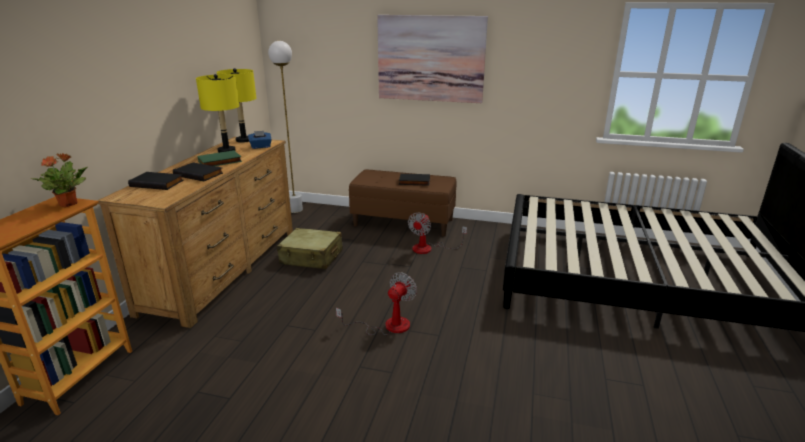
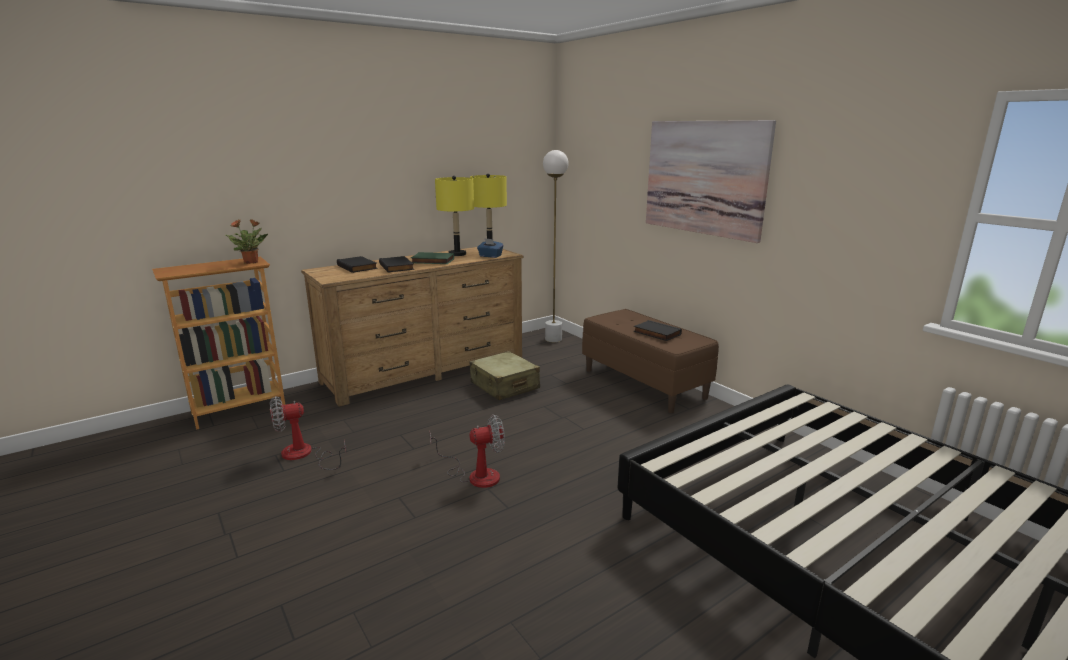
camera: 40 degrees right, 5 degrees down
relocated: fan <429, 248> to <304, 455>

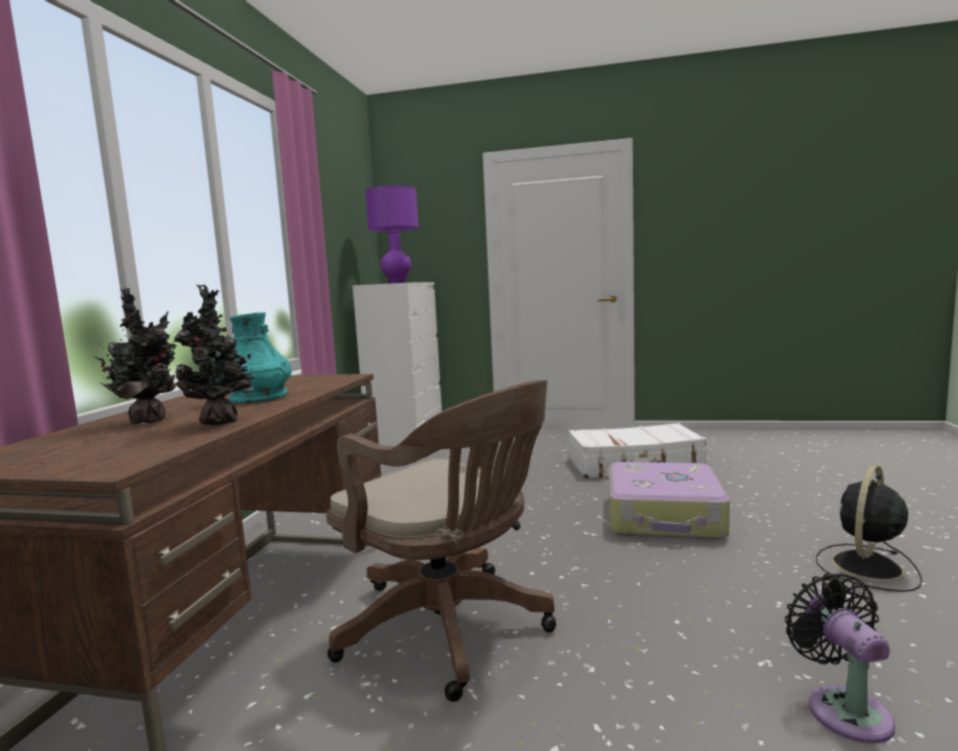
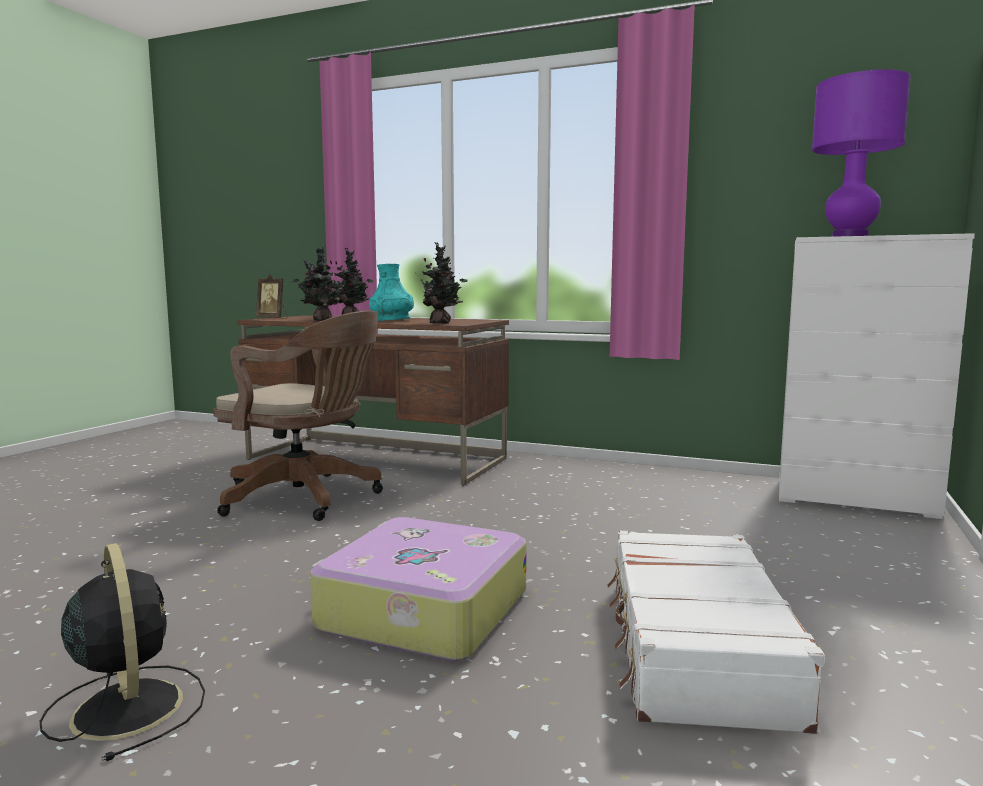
camera: 100 degrees right, 0 degrees up
missing: blackish fan <844, 708>
appeared: standing frame <273, 318>; potted plant <442, 323>
spun: brown-coloured computer chair <451, 630> = <306, 498> 120 degrees counterclockwise

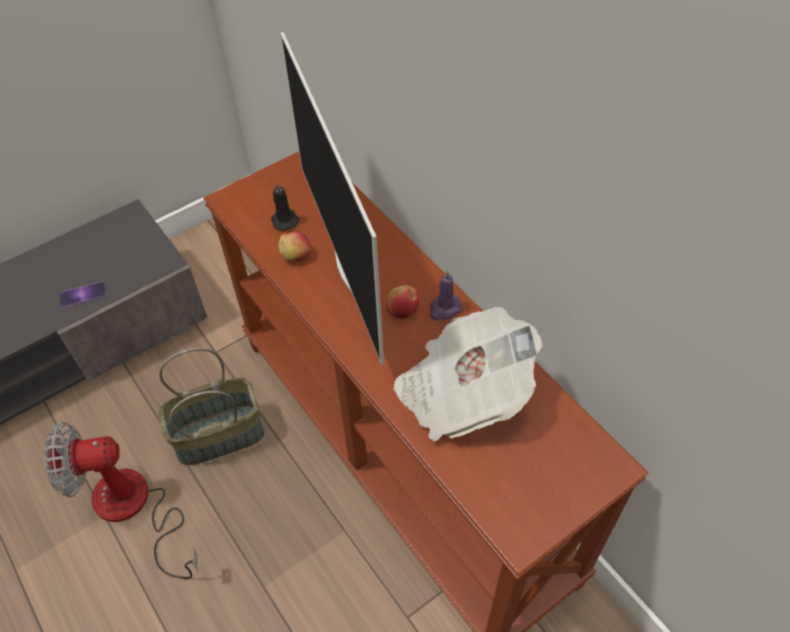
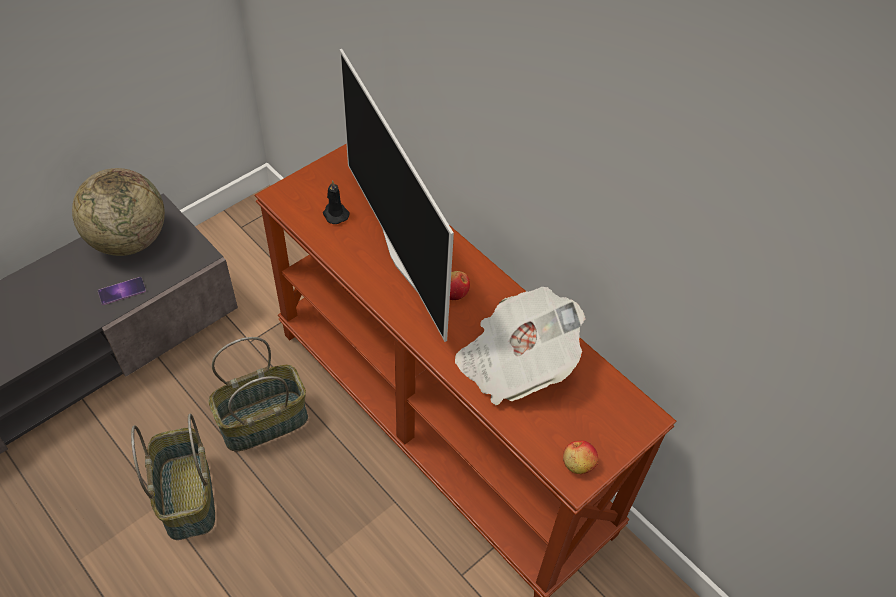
camera: 10 degrees left, 0 degrees up
missing: purple-coloured candle <444, 309>
appeared: desk globe <129, 240>
relocated: apple <295, 255> to <578, 464>
exchanged: fan <134, 509> to basket <189, 496>

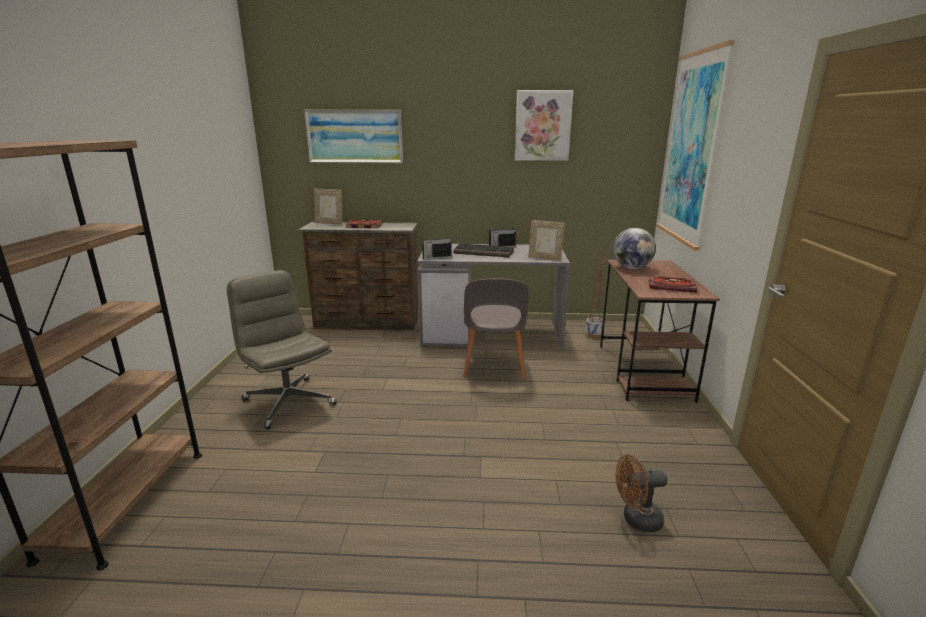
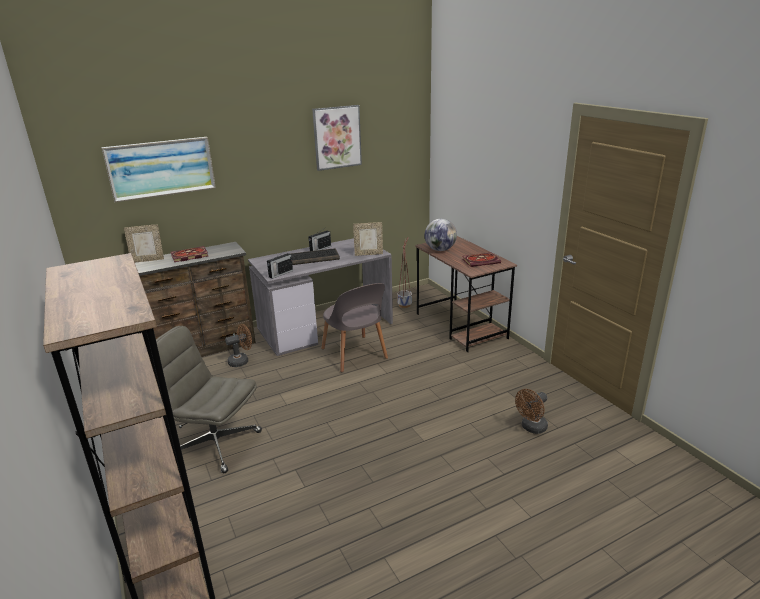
camera: 30 degrees left, 5 degrees up
missing: wall picture <691, 149>
appeared: brown-coloured fan <241, 361>

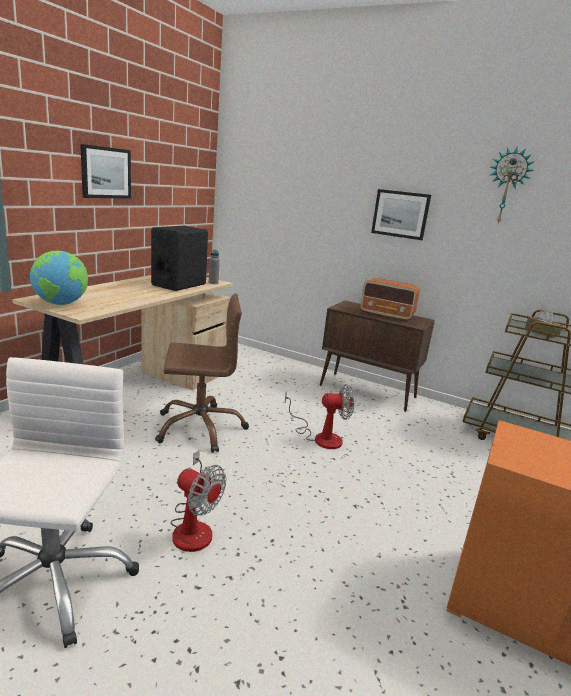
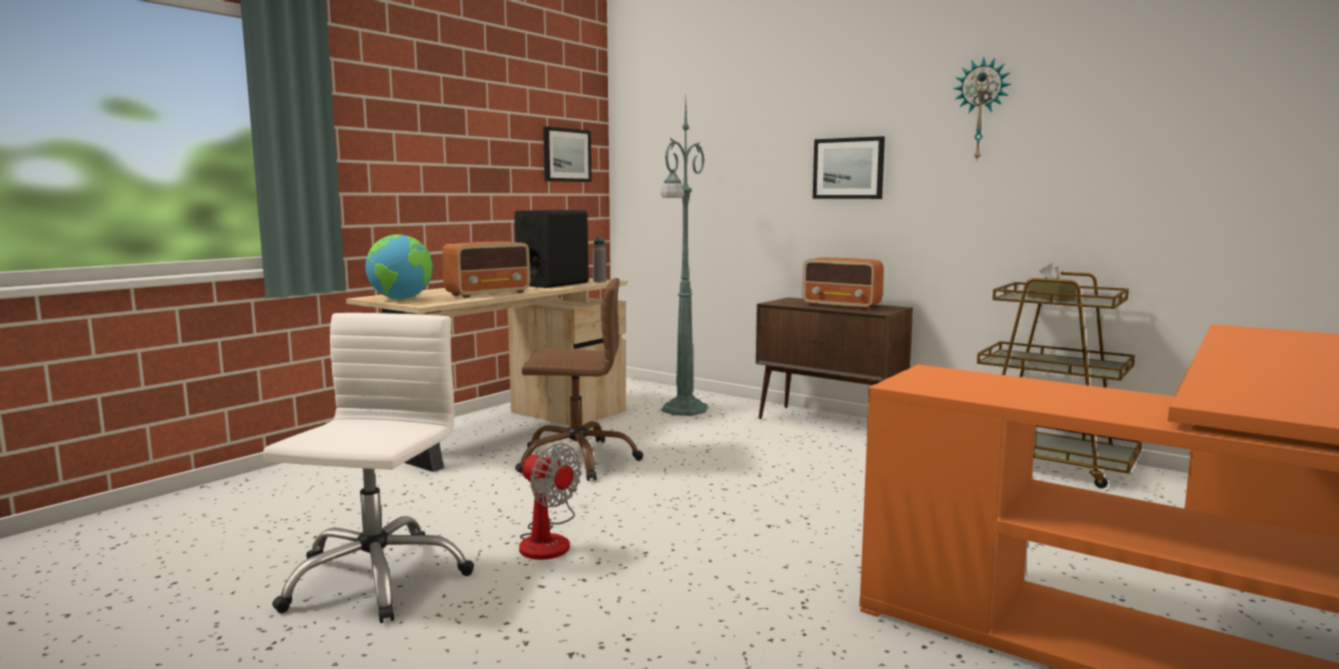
camera: 10 degrees right, 10 degrees down
missing: fan <320, 436>
appeared: radio receiver <489, 293>; green-coloured standing lamp <683, 410>
relocated: wall picture <105, 172> to <566, 155>

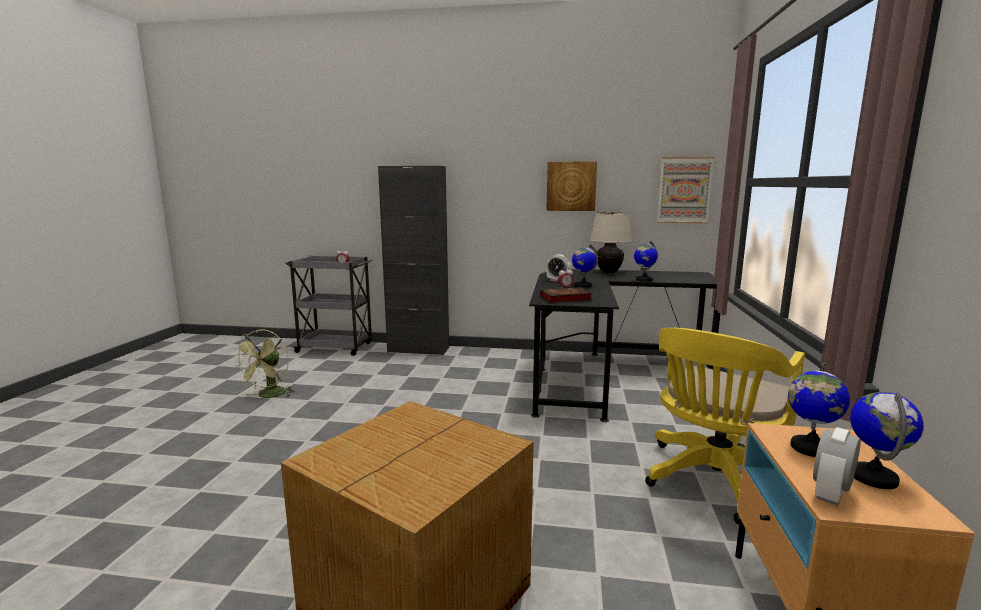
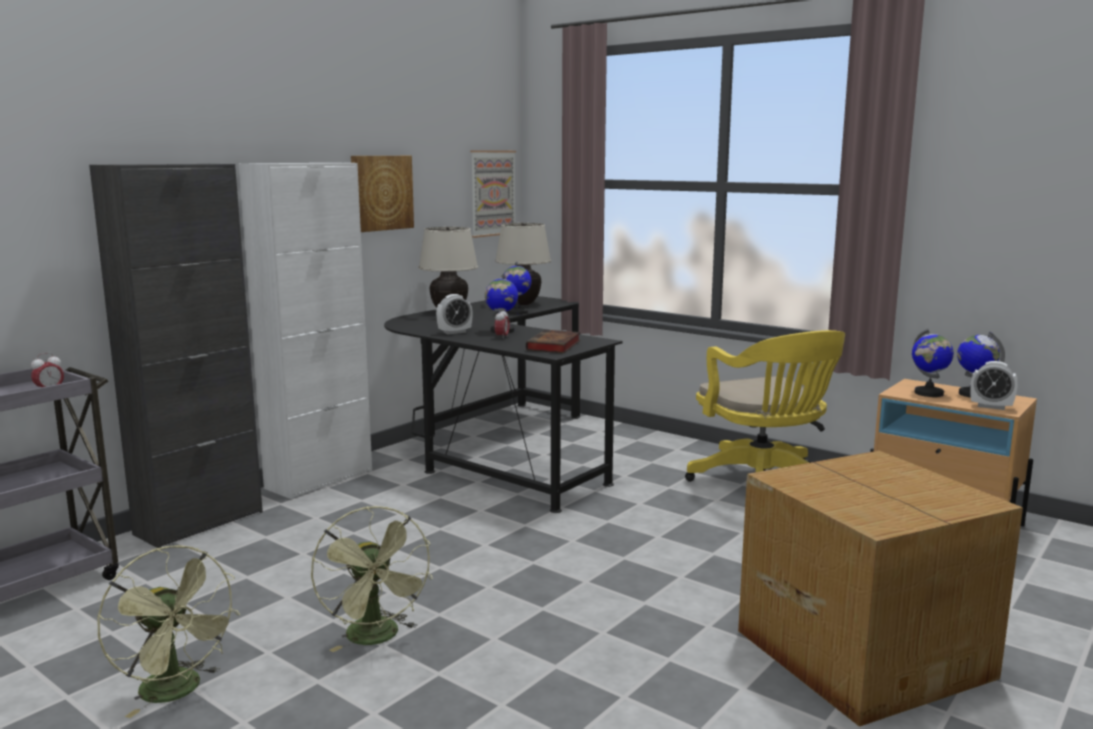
camera: 60 degrees left, 0 degrees up
appeared: white-coloured cabinet <319, 479>; green-coloured fan <377, 638>; beige-coloured lamp for a table <523, 304>
spun: table clock <831, 494> = <991, 407> 45 degrees counterclockwise

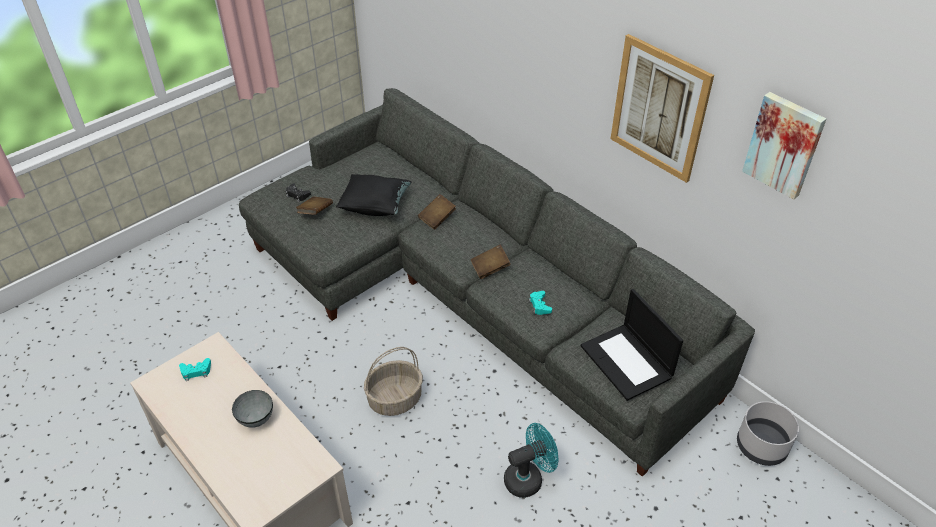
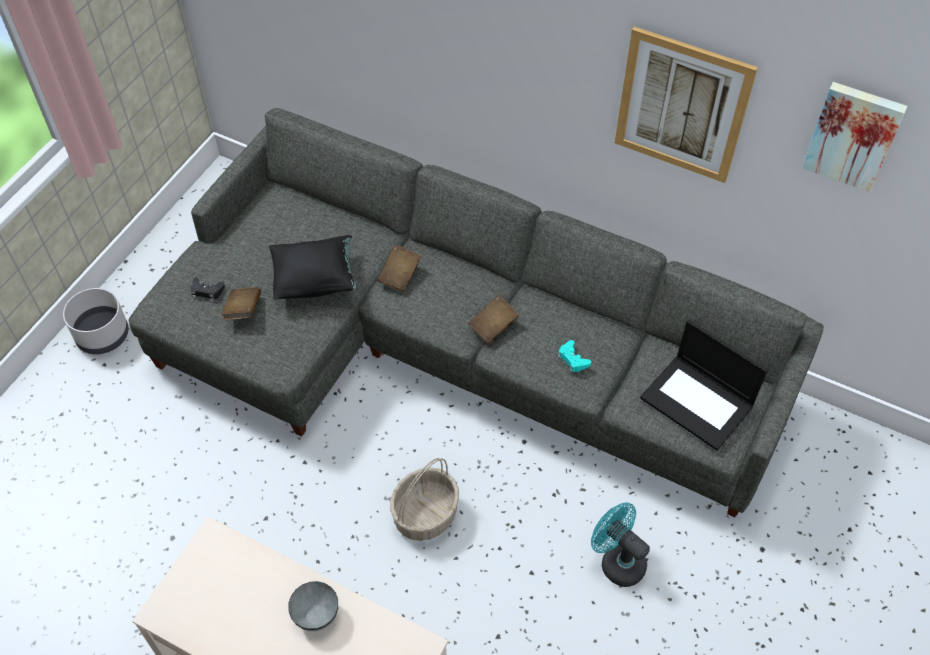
camera: 20 degrees left, 10 degrees up
missing: turquoise gamepad <196, 371>
relocated: greyish planter <762, 446> to <103, 335>
spun: turquoise fan <528, 478> = <617, 561> 90 degrees counterclockwise

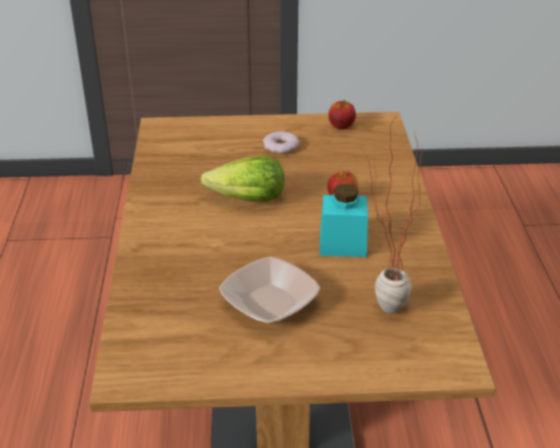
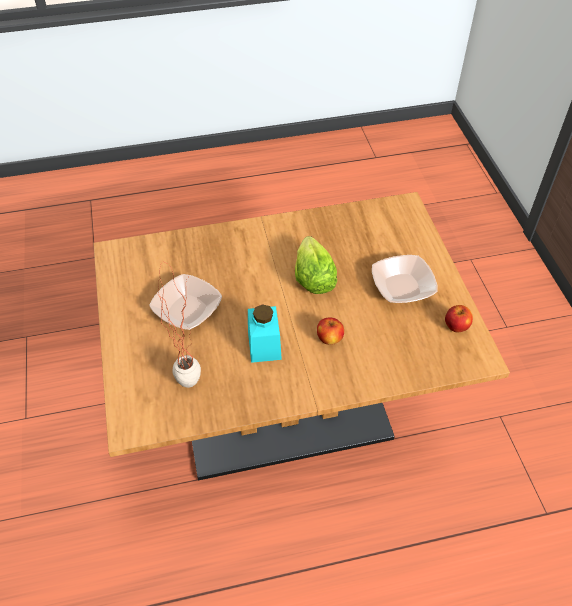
camera: 80 degrees right, 15 degrees up
exchanged: doughnut <281, 146> to deep dish <402, 287>

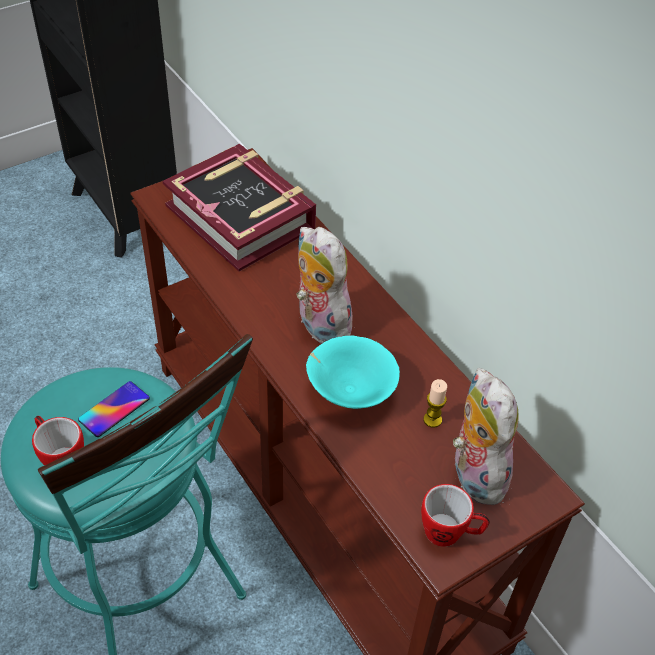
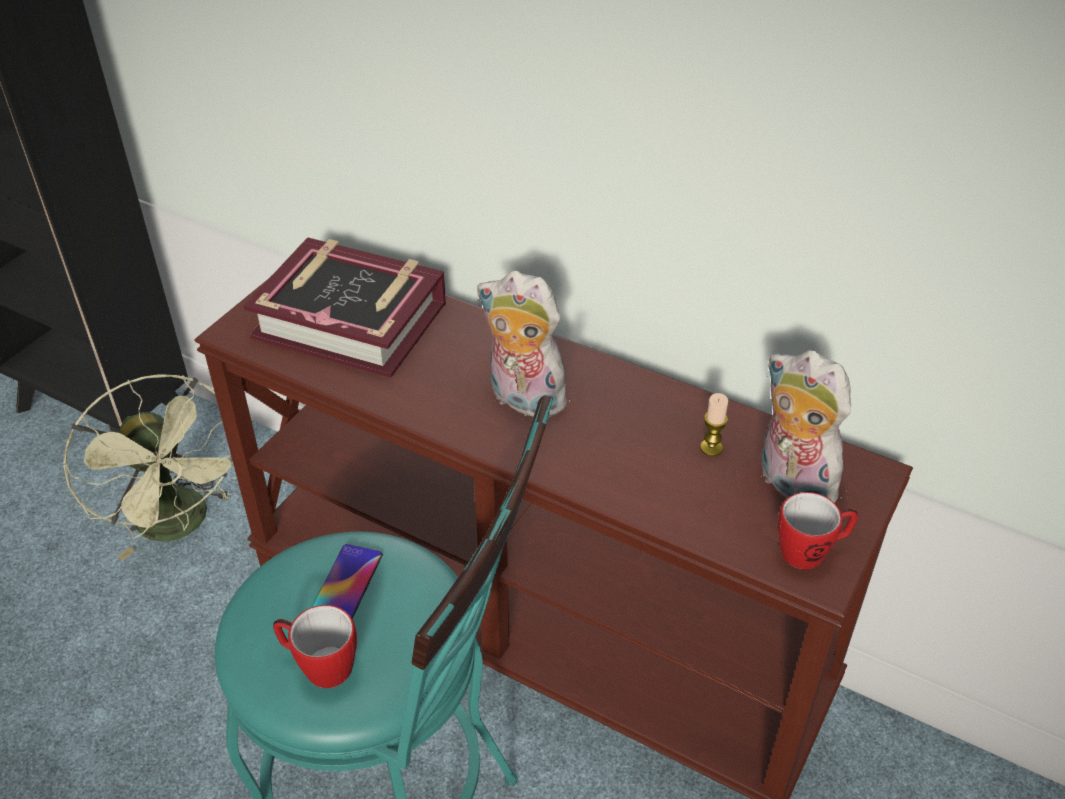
camera: 25 degrees left, 5 degrees down
missing: turquoise deep dish <349, 390>
appeared: green-coloured fan <181, 525>

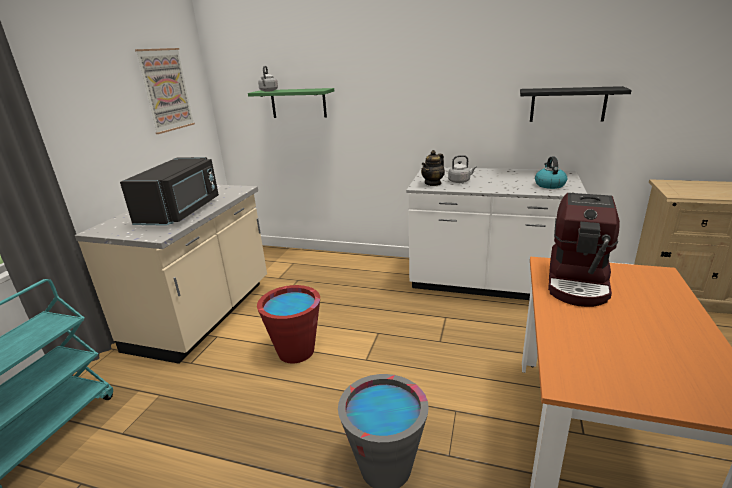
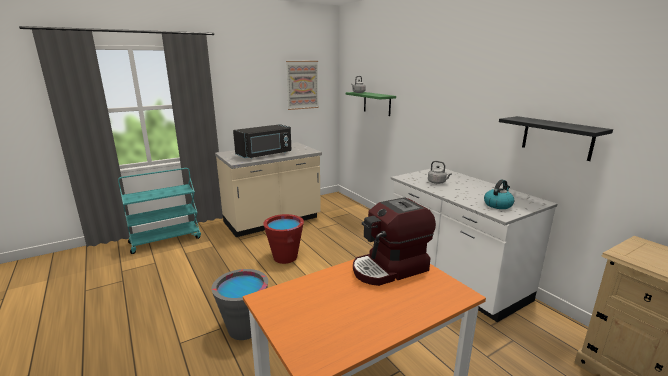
camera: 40 degrees right, 5 degrees down
missing: pot for tea <433, 183>

